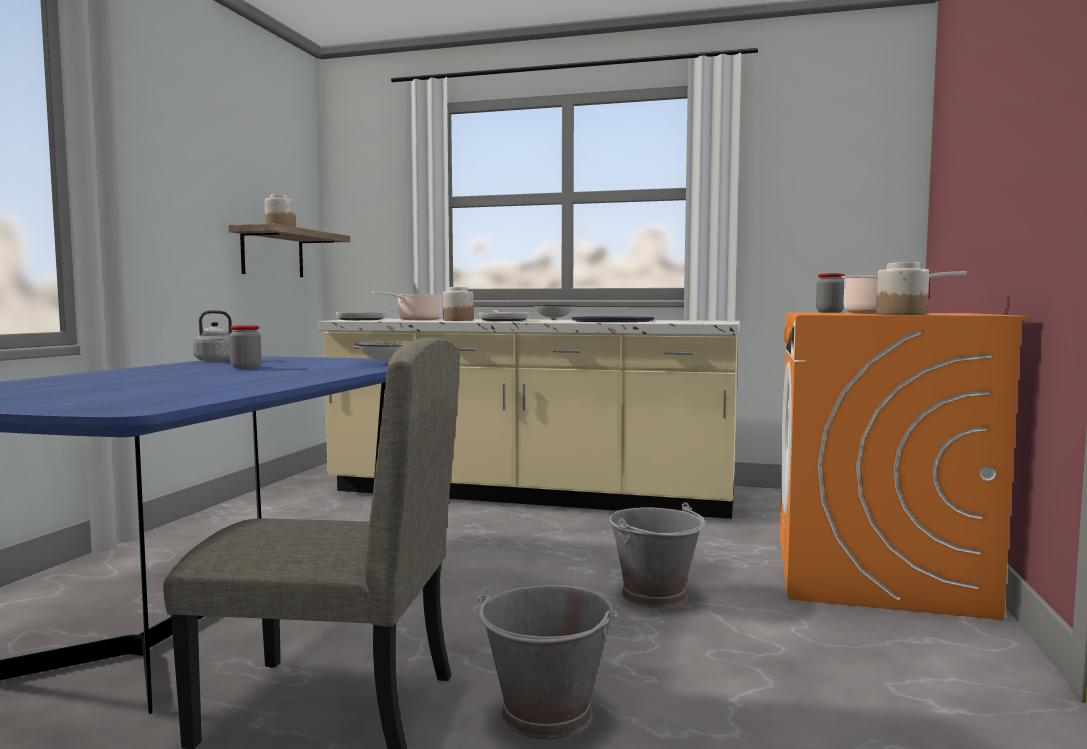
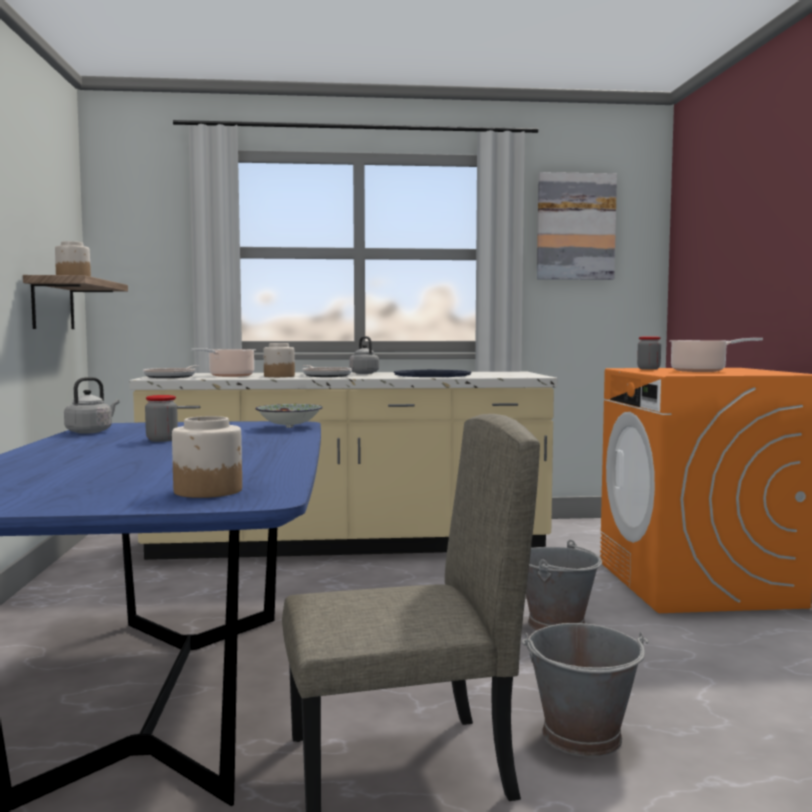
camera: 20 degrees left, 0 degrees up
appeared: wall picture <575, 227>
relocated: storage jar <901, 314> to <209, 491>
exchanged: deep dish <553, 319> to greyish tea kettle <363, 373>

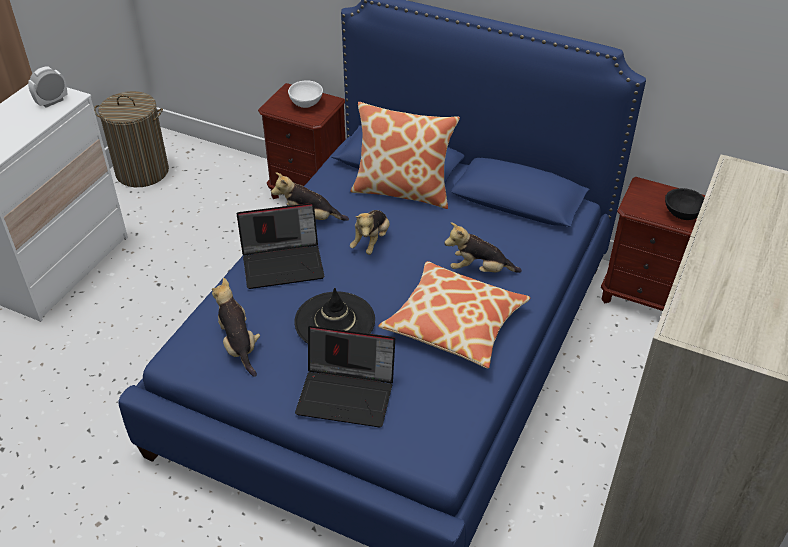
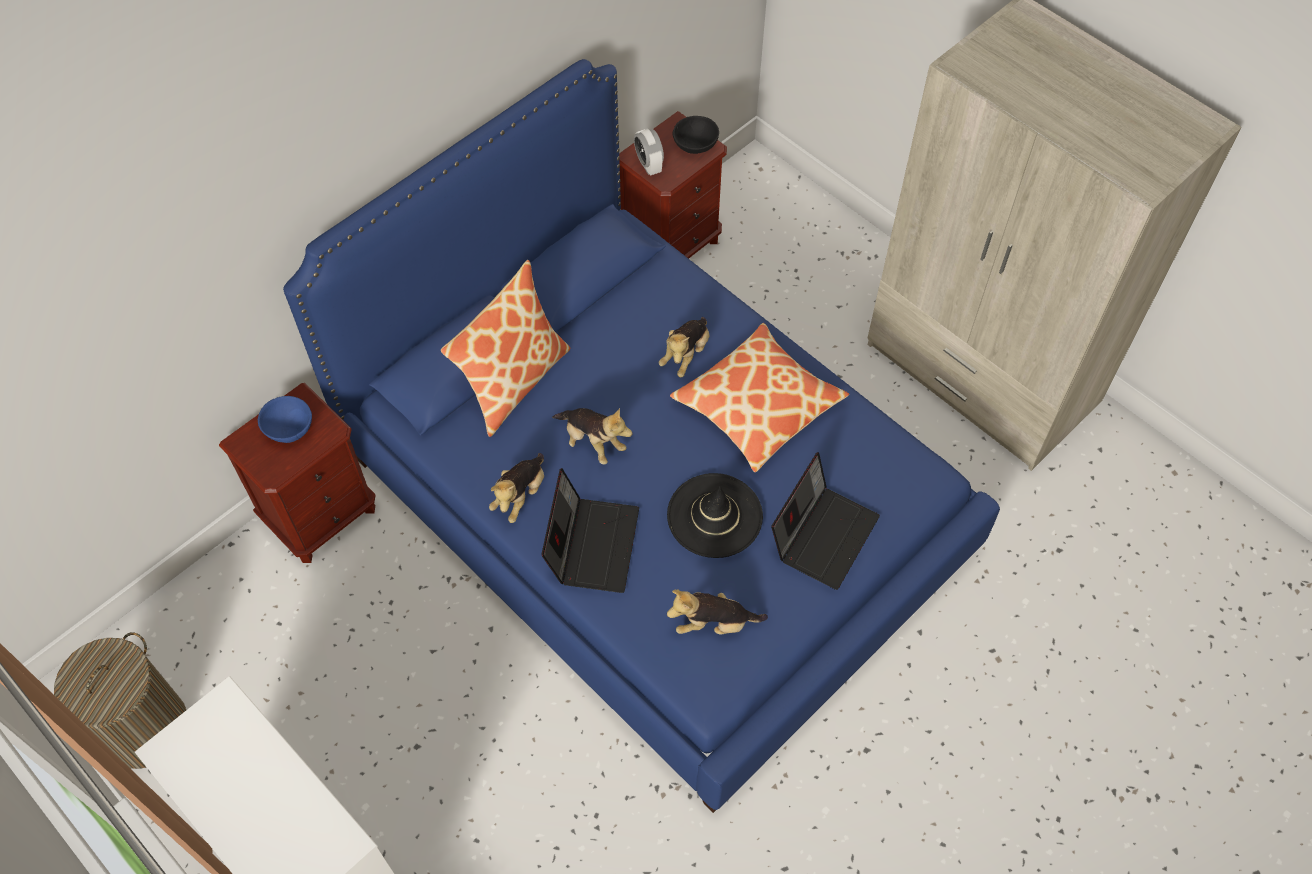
camera: 70 degrees left, 15 degrees up
relocated: table clock <52, 102> to <649, 165>
colour: white-coloured deep dish <307, 104> to blue deep dish <290, 429>

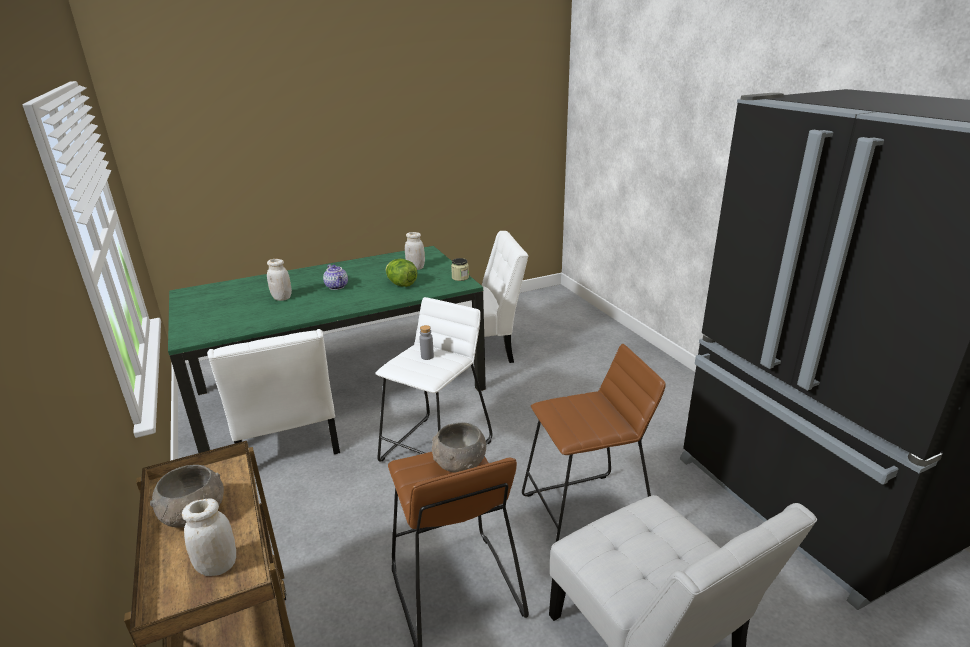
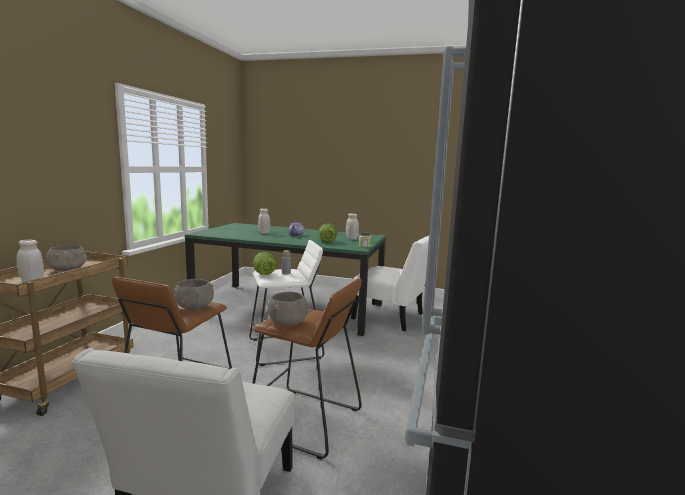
camera: 40 degrees right, 15 degrees down
missing: white-coloured upright chair <288, 443>
appeared: lettuce <264, 273>; greyish deep dish <287, 322>

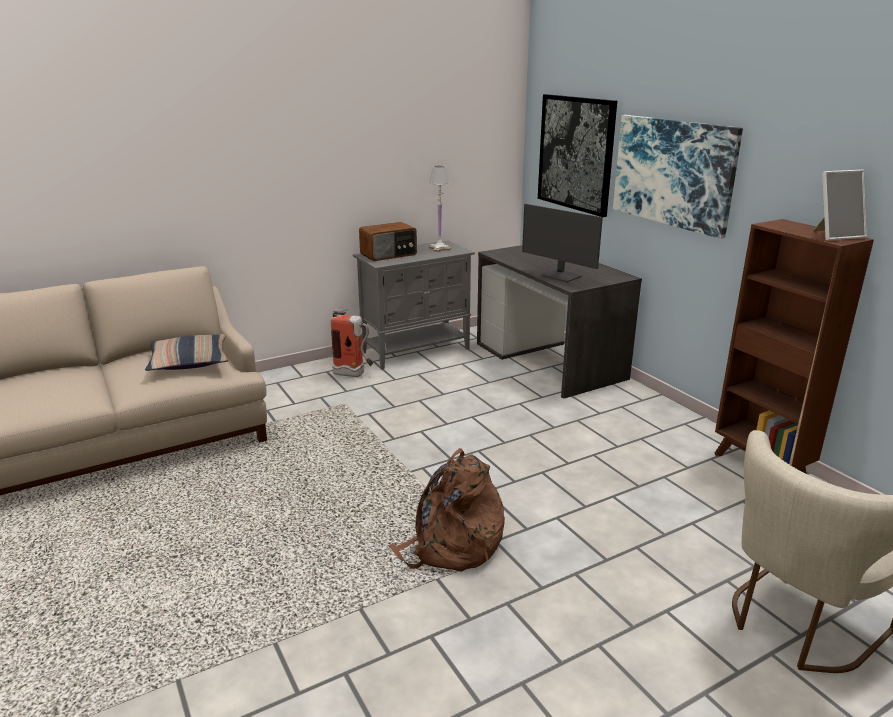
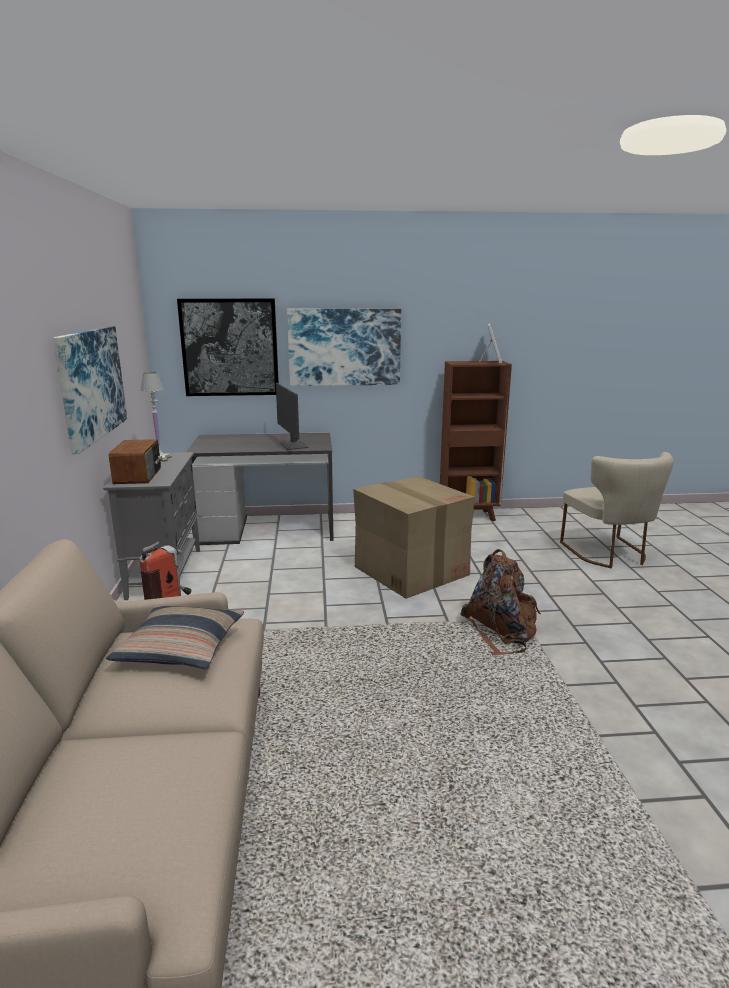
camera: 65 degrees left, 5 degrees down
appeared: wall picture <91, 384>; cardboard box <410, 570>
spun: computer screen <560, 276> = <293, 445> 90 degrees clockwise

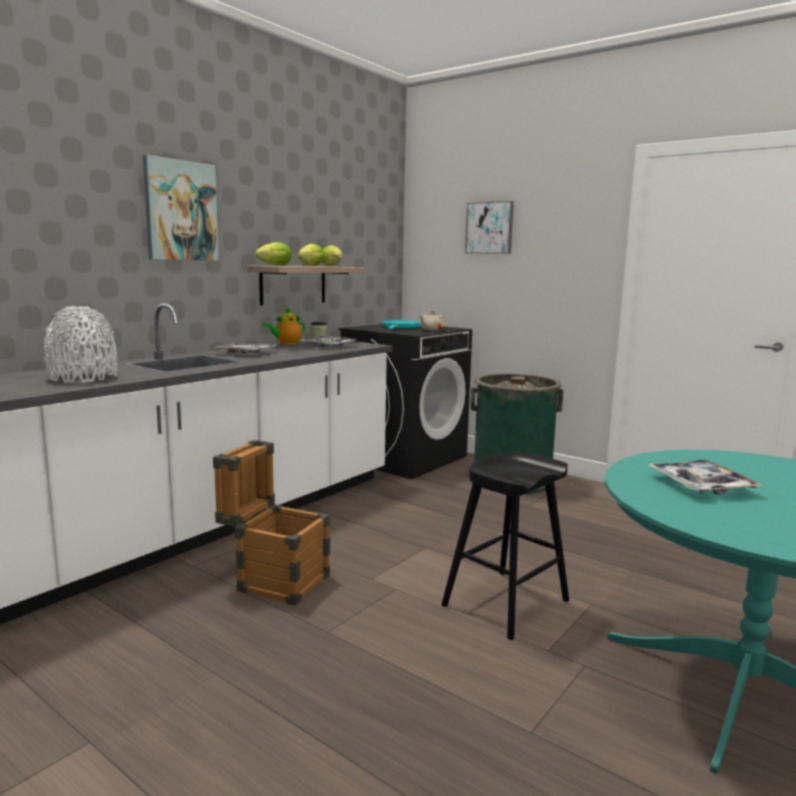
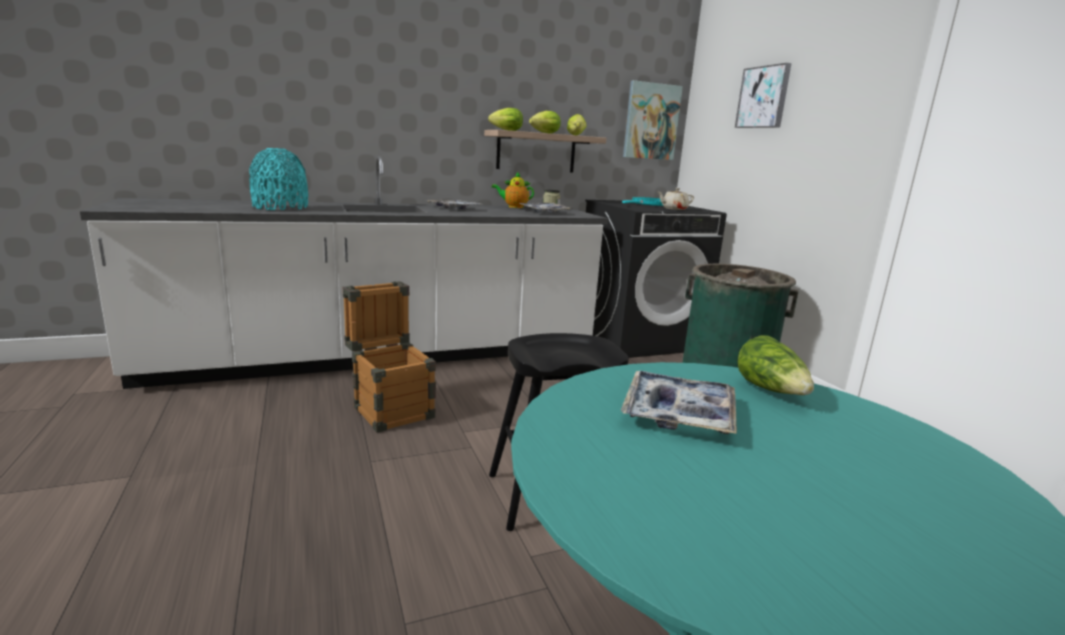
camera: 30 degrees right, 5 degrees up
appeared: lettuce <771, 391>
relocated: wall picture <180, 211> to <651, 121>
colour: white-coloured flower vase <83, 377> to turquoise flower vase <280, 207>

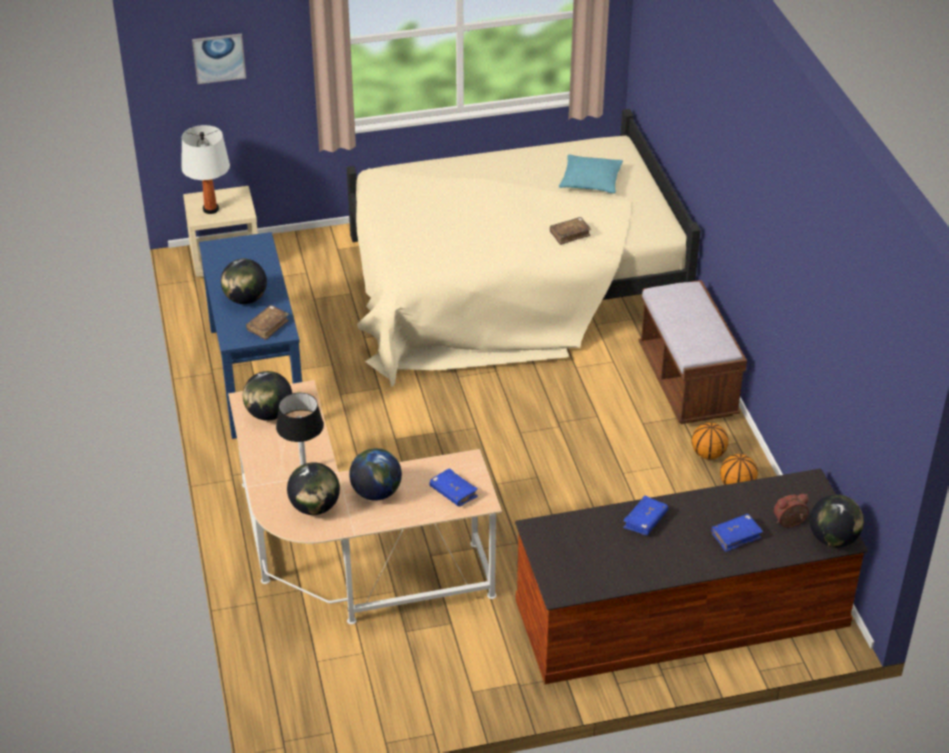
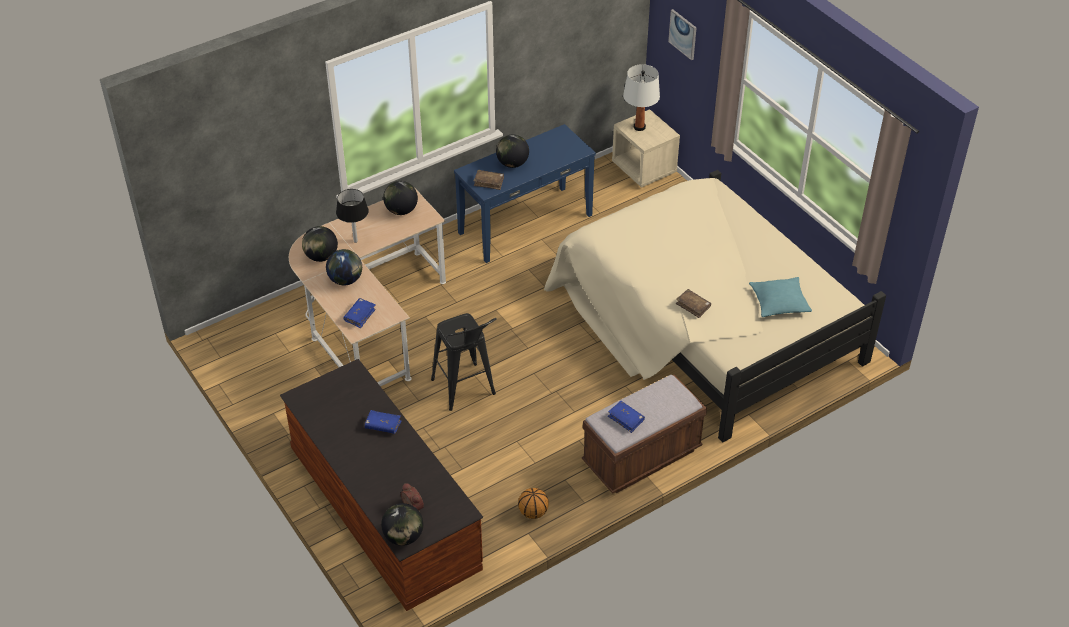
camera: 70 degrees right, 5 degrees up
missing: basketball ball <708, 454>
appeared: blackish sitting stool <466, 392>
relocated: blue volume <736, 536> to <626, 419>

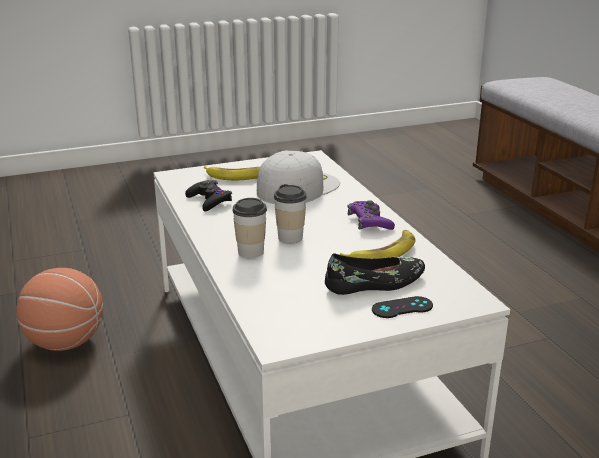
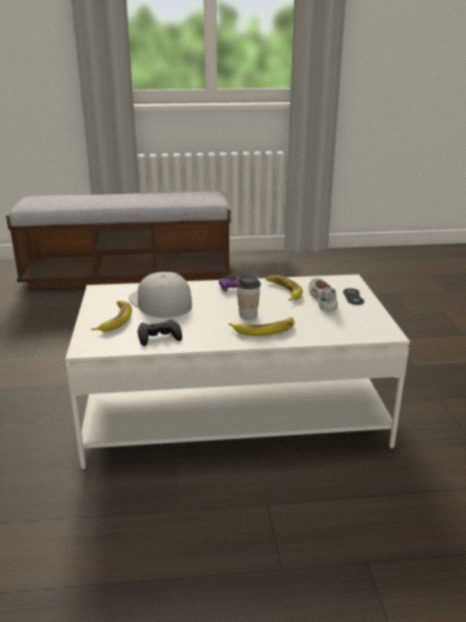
camera: 75 degrees left, 0 degrees up
missing: basketball ball <65, 342>
exchanged: small cup <251, 252> to whole banana <264, 329>
colour: blackish shoe <376, 283> to white-coloured shoe <323, 299>

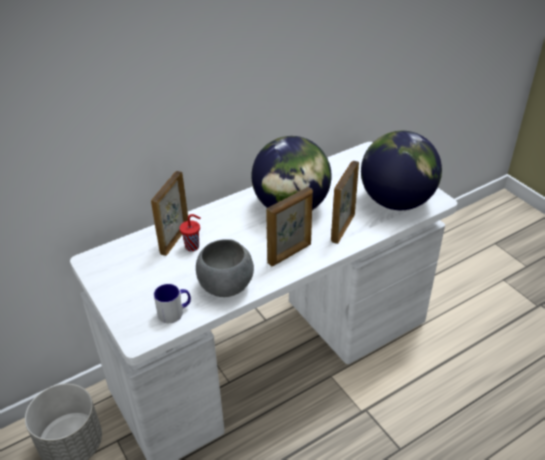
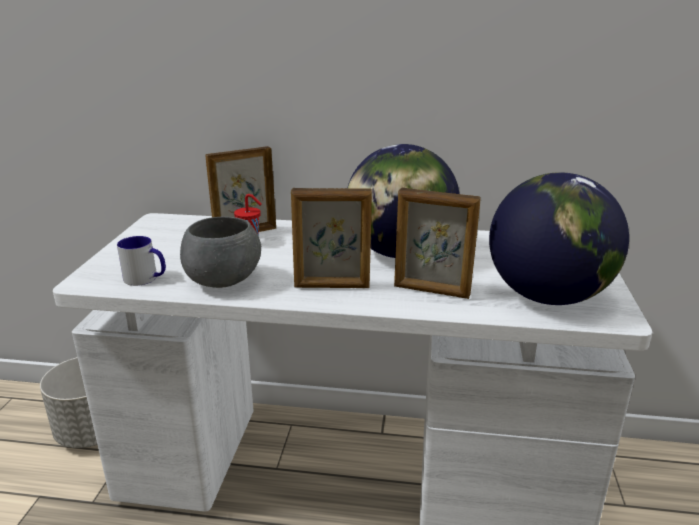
camera: 40 degrees right, 15 degrees down
spun: standing frame <342, 228> = <431, 291> 135 degrees counterclockwise

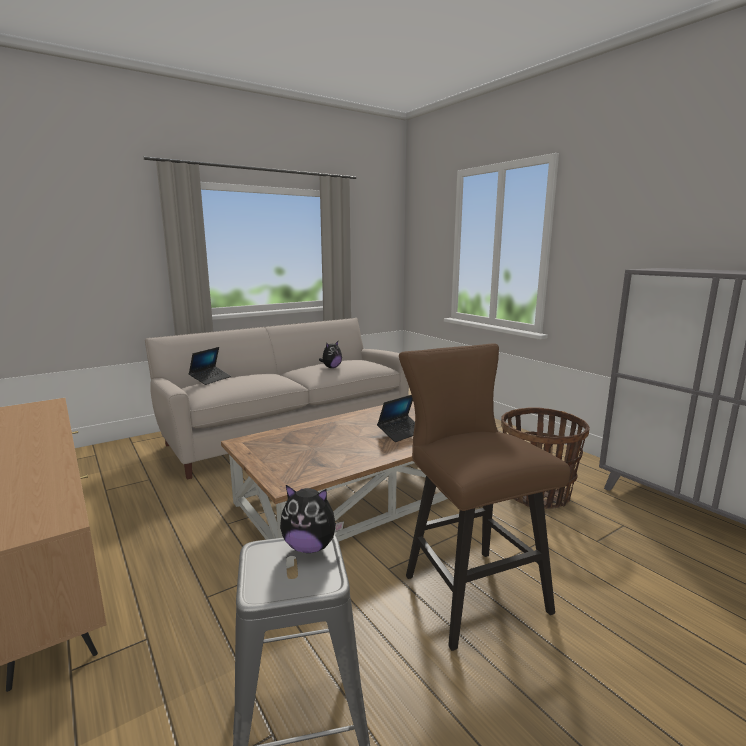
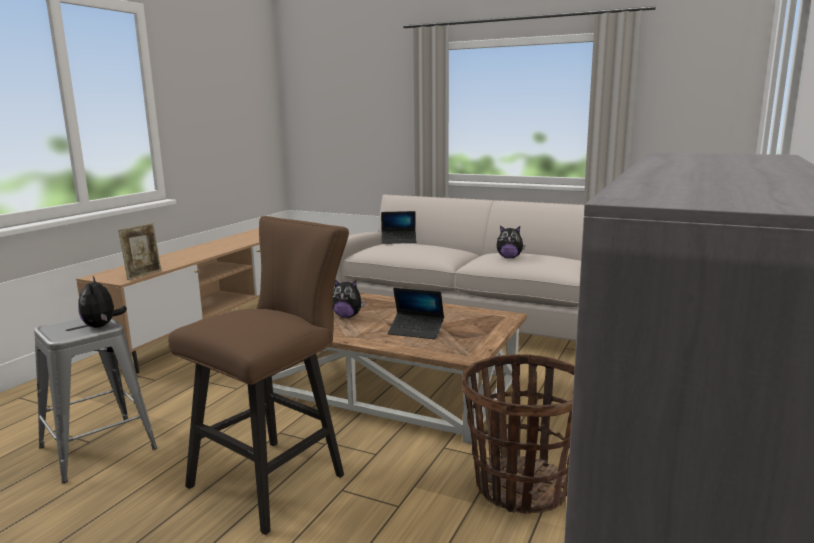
camera: 60 degrees right, 0 degrees up
appeared: standing frame <143, 275>; plush toy <347, 316>

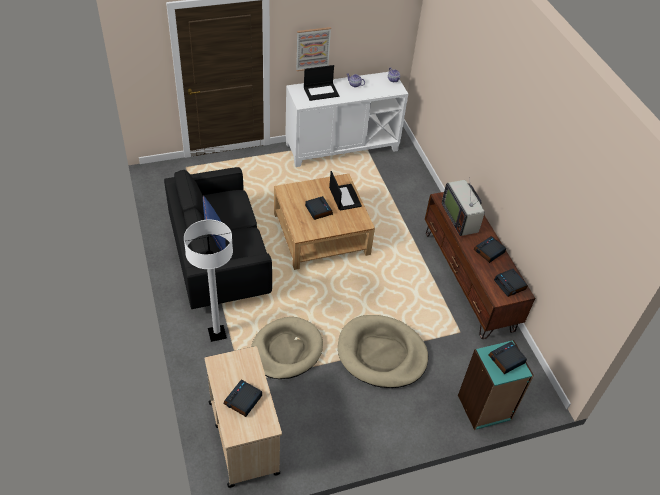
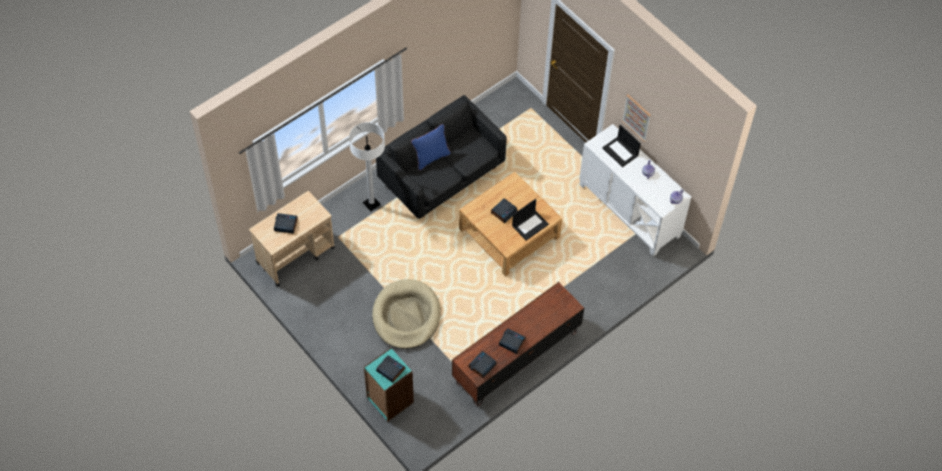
camera: 70 degrees right, 10 degrees up
missing: beige-coloured pet bed <286, 350>; television <461, 218>

